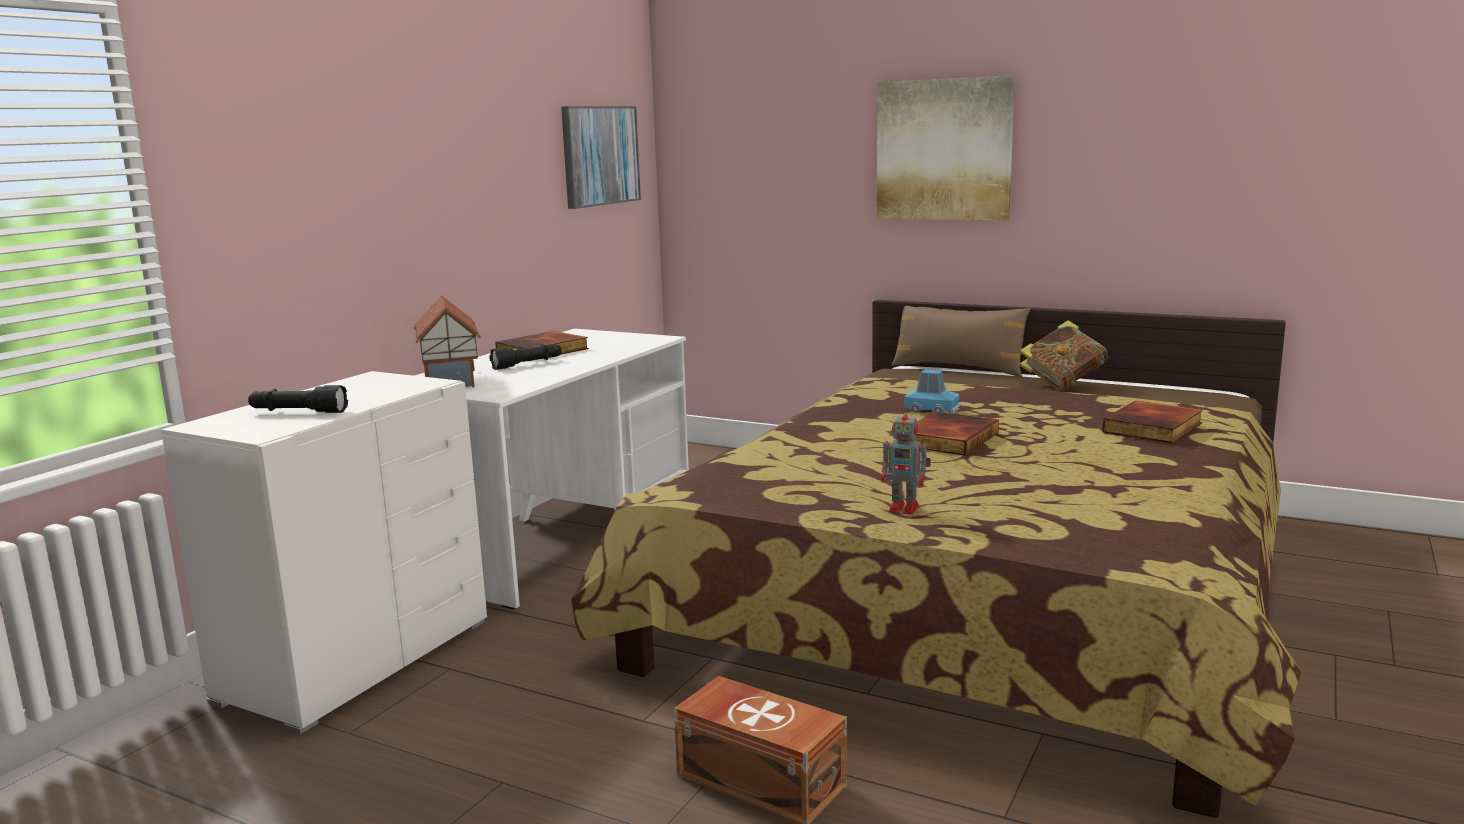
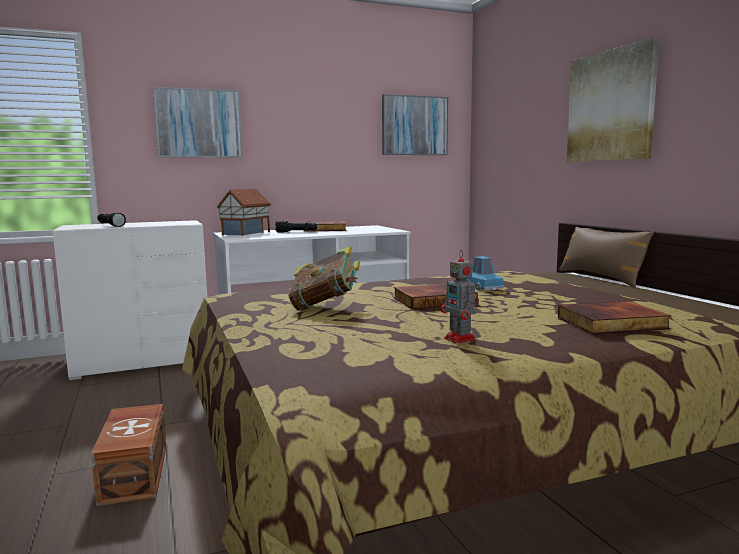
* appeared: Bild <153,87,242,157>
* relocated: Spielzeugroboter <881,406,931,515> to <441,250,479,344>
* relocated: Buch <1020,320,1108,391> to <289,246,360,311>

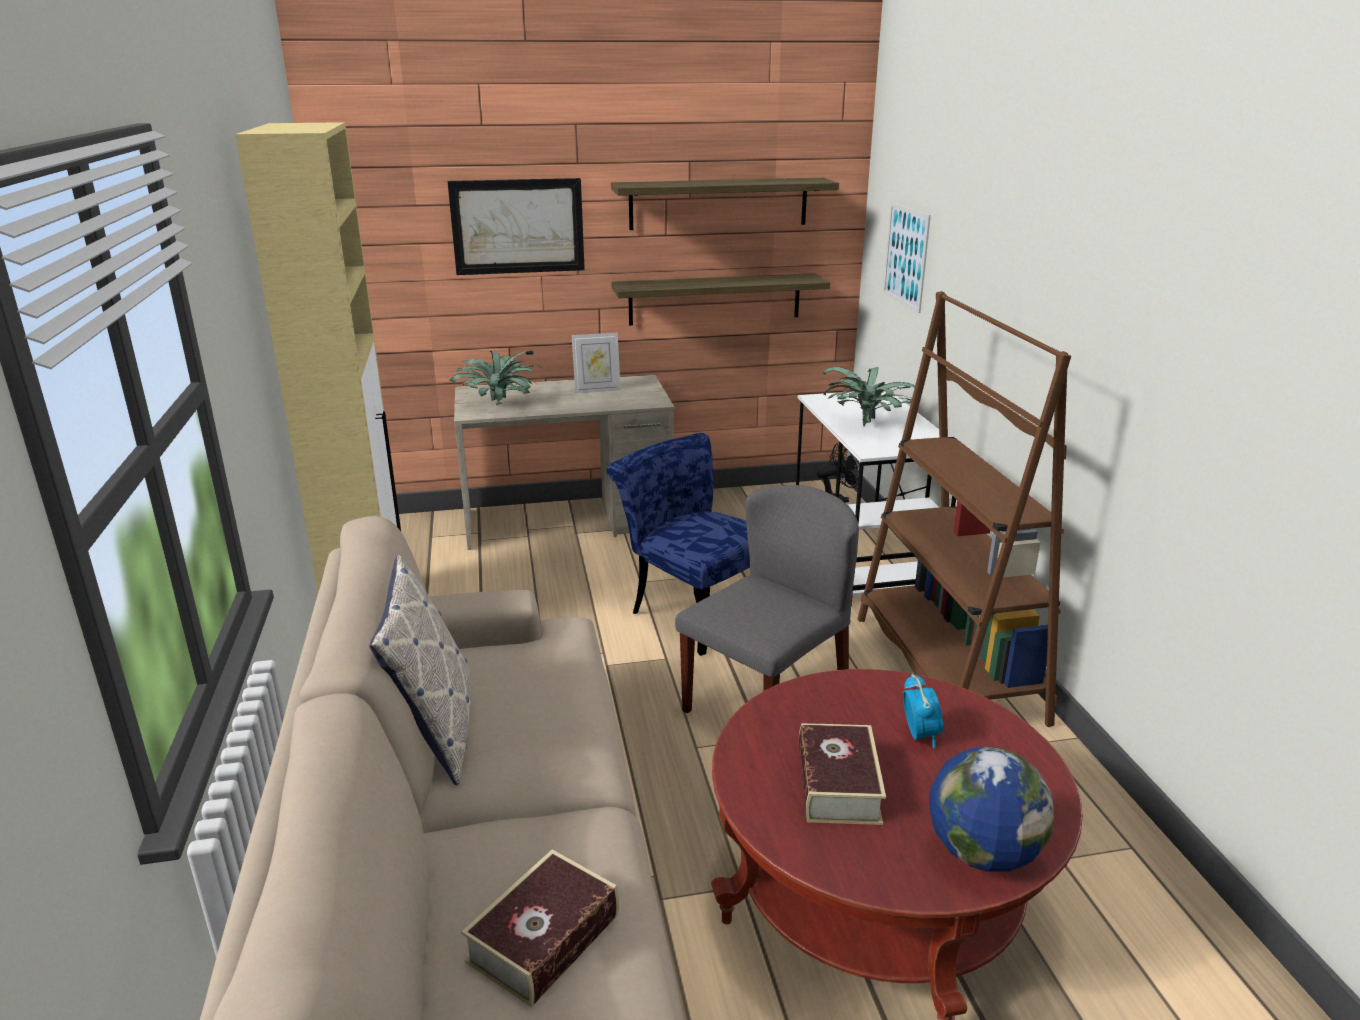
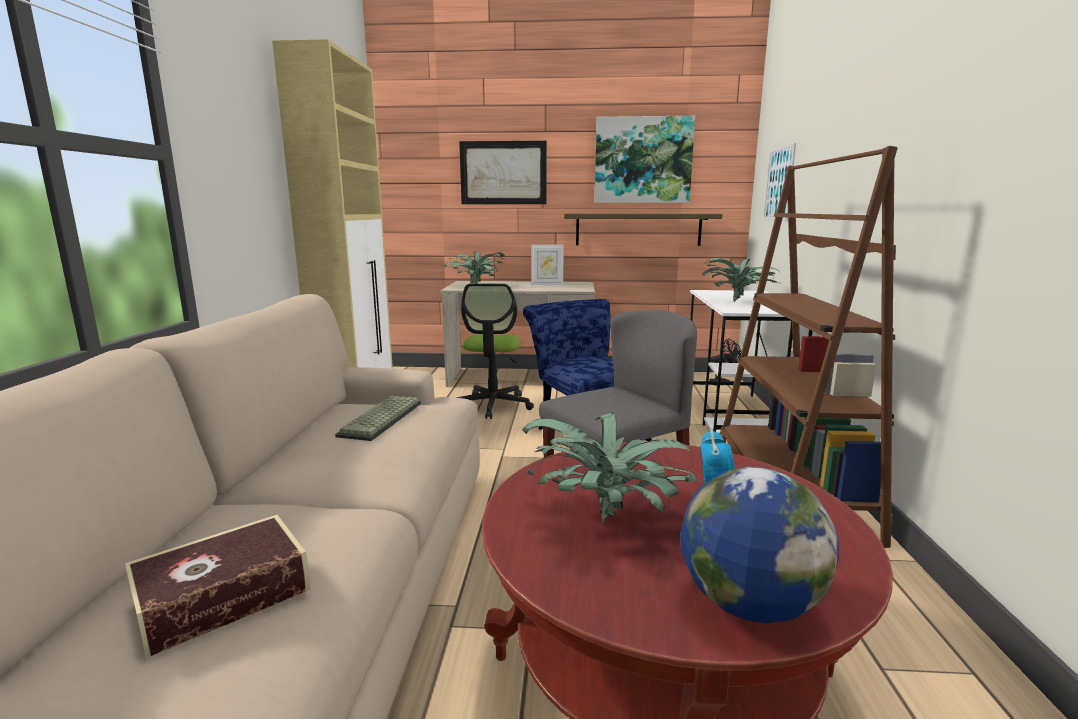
* missing: Kissen <369,555,472,785>
* appeared: Tastatur <335,396,421,441>
* appeared: Bürostuhl <456,284,534,419>
* exchanged: Wandregal <611,178,839,230> to Bild <594,116,695,203>
* exchanged: Buch <799,723,886,825> to Topfpflanze <522,413,700,524>

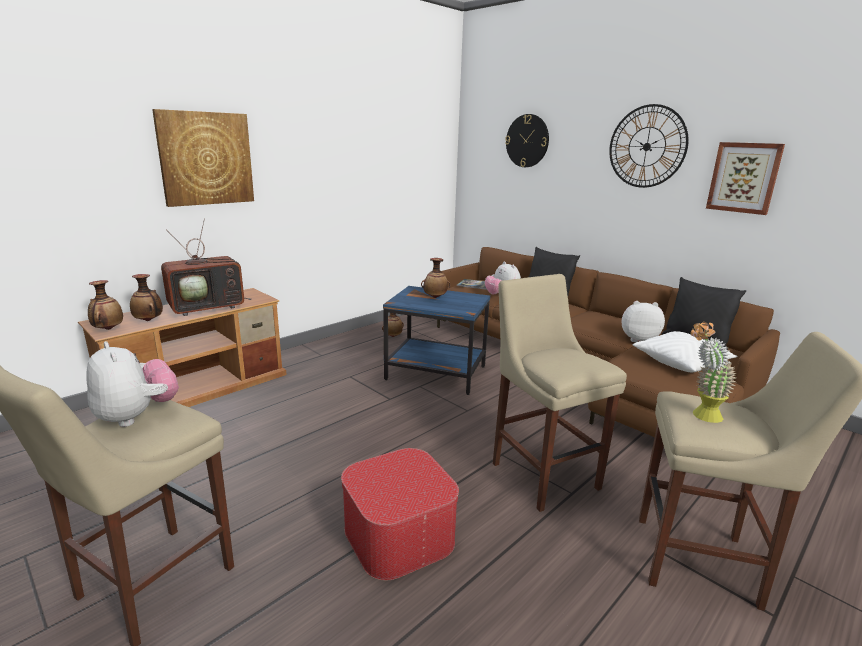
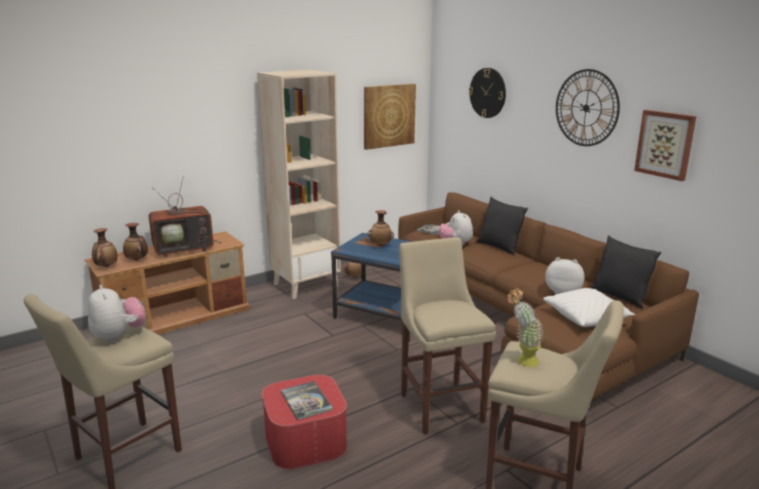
* appeared: Bücherregal (beige) <257,70,341,299>
* appeared: Buch <281,381,333,420>
* relocated: Bild <152,109,254,207> to <364,84,416,150>

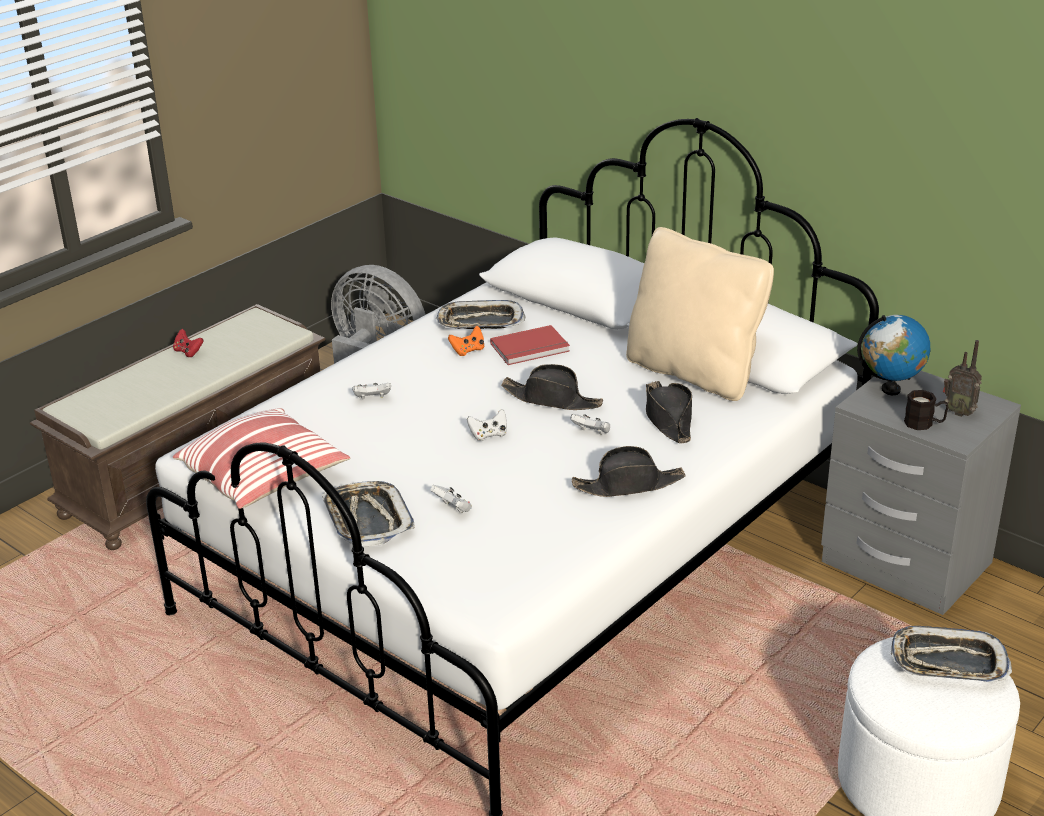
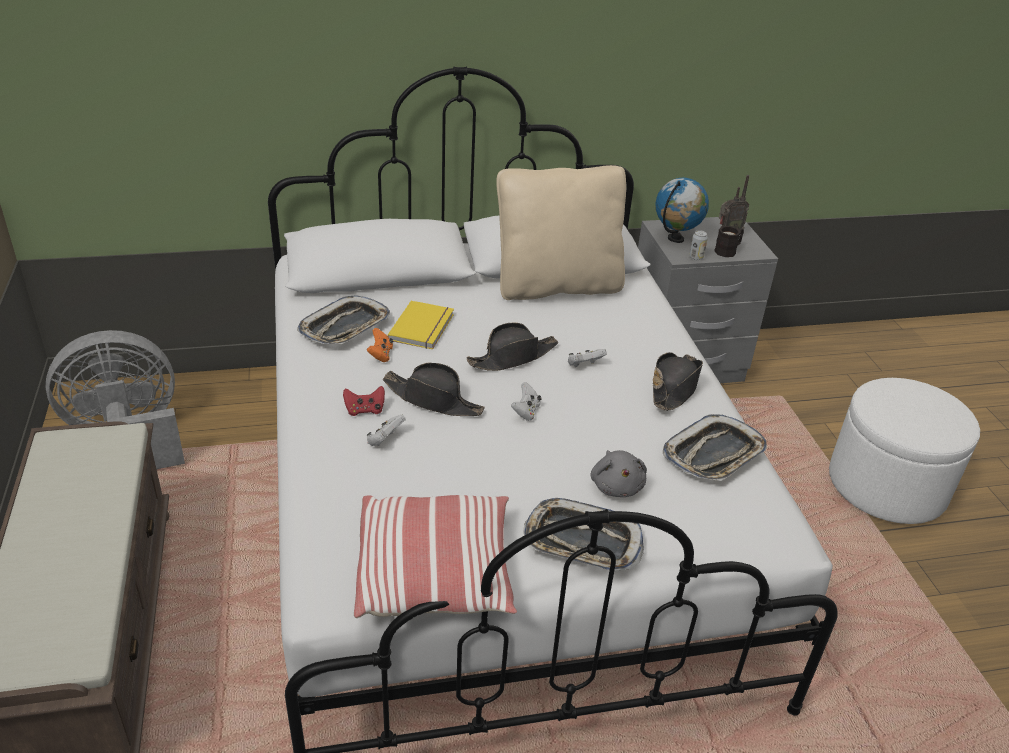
* appeared: Dose <689,230,708,260>
* relocated: Gamepad (rot) <173,329,203,357> to <343,386,385,416>
* relocated: Hut (schwarz) <646,381,692,443> to <382,363,485,416>
* relocated: Tablett <891,626,1012,683> to <663,414,767,481>
* exchanged: Gamepad (weiß) <431,485,472,513> to Plüschtier (grau) <591,450,647,497>
* colour: Buch (rot) <490,325,570,365> to Buch (gelb) <387,301,454,349>

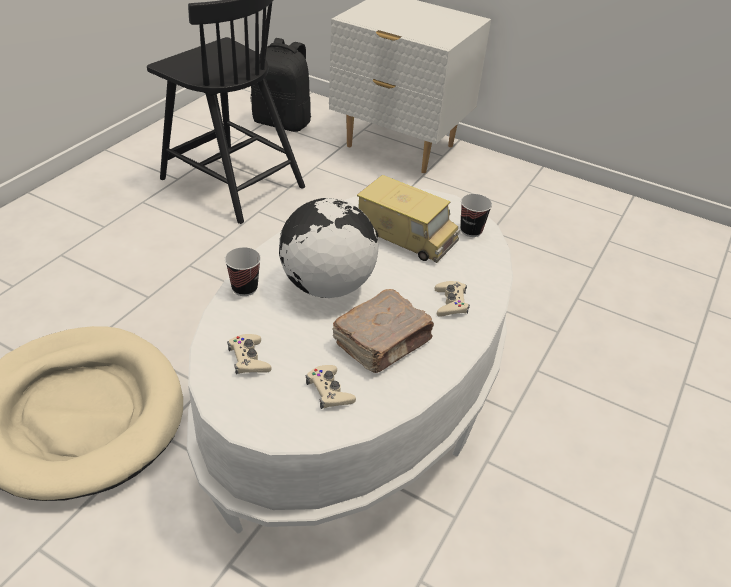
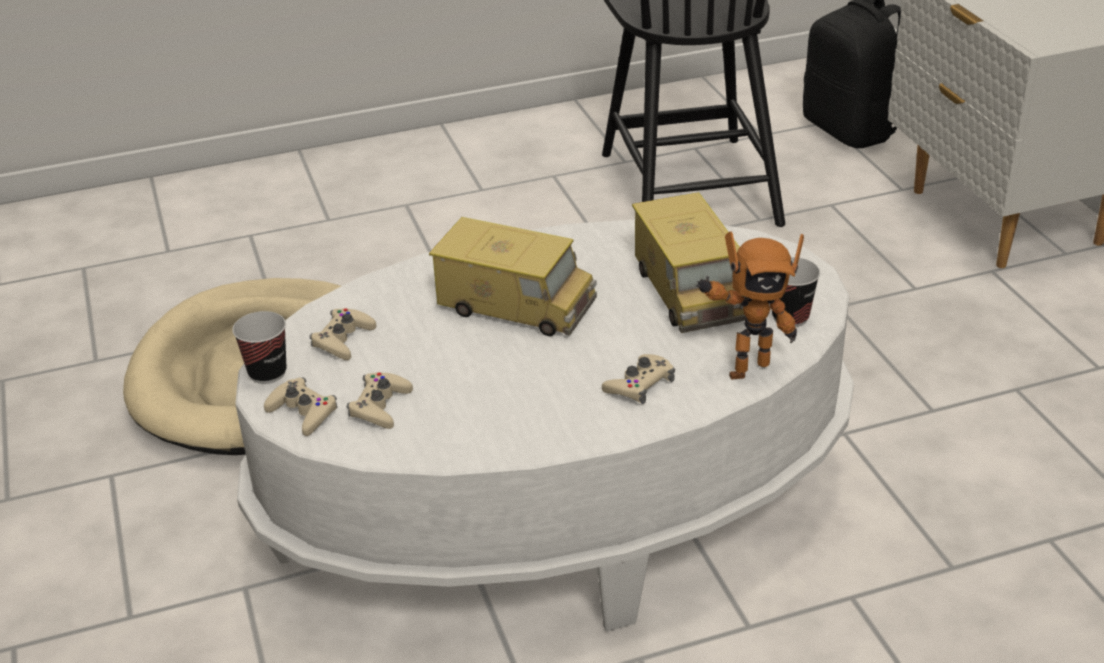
* missing: Buch (braun) <332,289,434,373>
* appeared: Gamepad (beige) <264,377,337,436>
* appeared: Spielzeugroboter <696,232,804,380>
* relocated: Tasse <225,247,261,296> to <232,311,287,384>
* exchanged: Globus <279,198,378,298> to Spielzeuglaster <429,217,597,336>

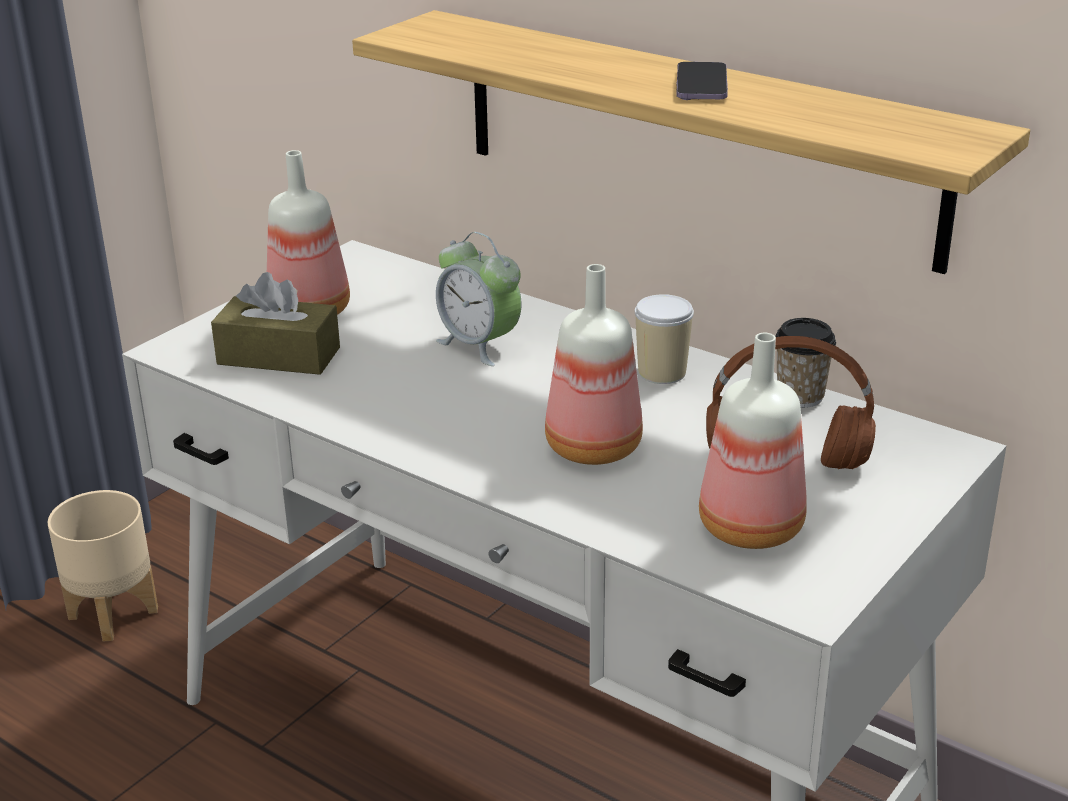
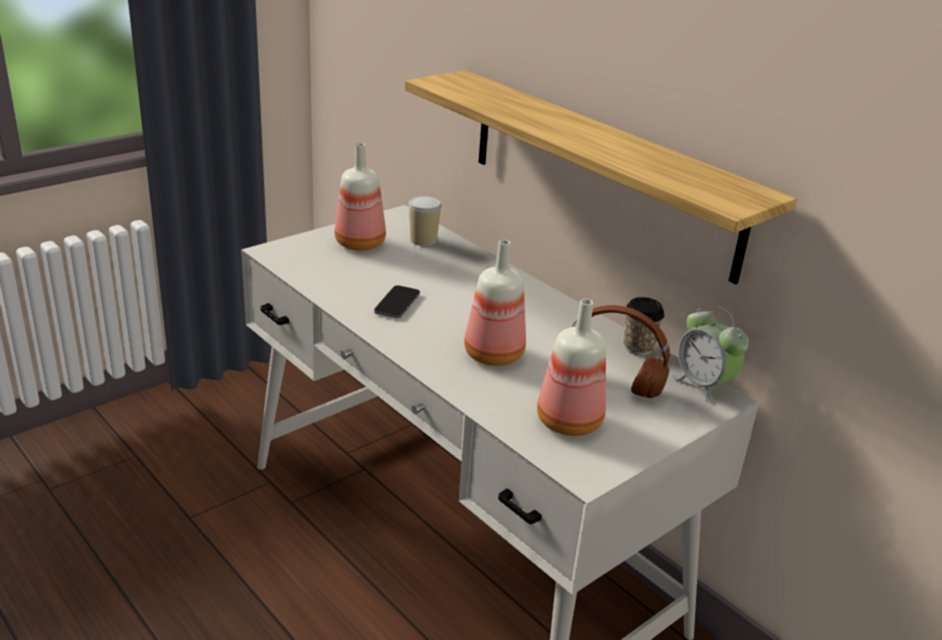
* missing: Pflanzkübel (beige) <48,490,158,642>
* missing: Taschentuchbox (braun) <211,272,340,375>
* relocated: Wecker <436,232,521,366> to <672,307,749,406>
* relocated: Tasse <635,294,694,384> to <409,196,441,246>
* relocated: Handy <676,62,728,100> to <374,285,420,318>

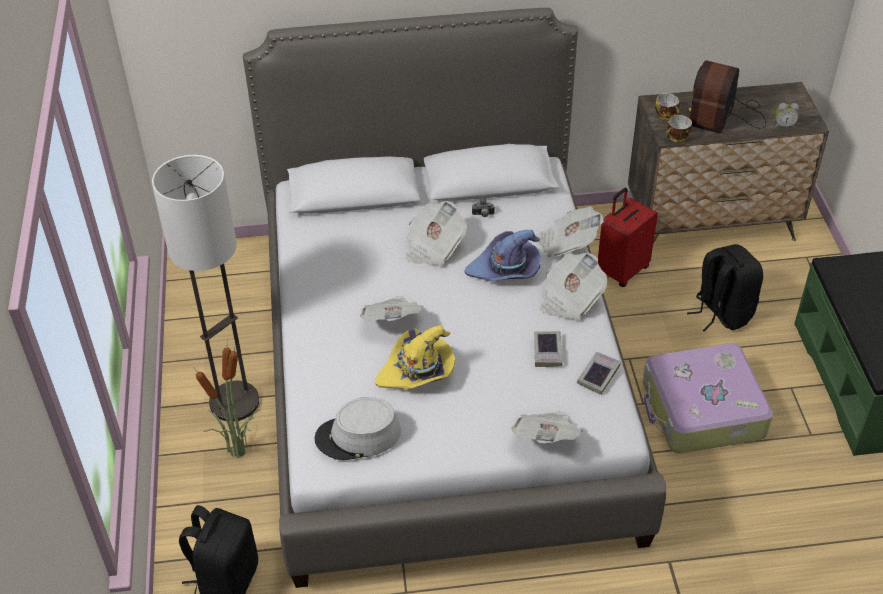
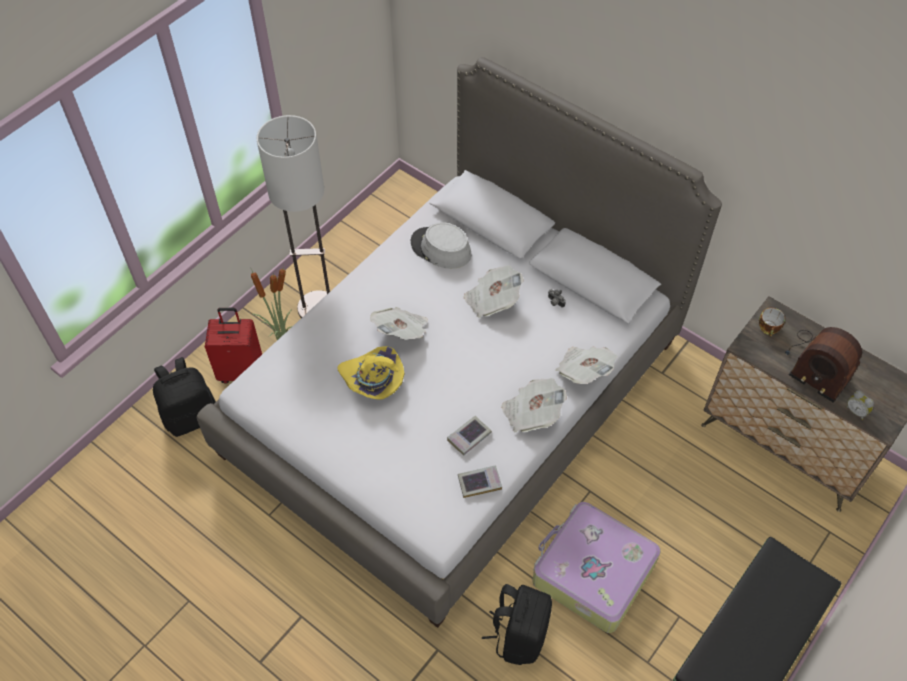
* missing: Hut (lila) <464,230,541,281>
* missing: Zeitung <511,411,583,443>
* missing: Tasse <666,115,692,142>
* relocated: Hut (grau) <315,397,401,460> to <411,222,471,269>
* relocated: Koffer (rot) <598,188,658,287> to <205,308,262,384>
* relocated: Rucksack (schwarz) <687,244,763,332> to <482,584,552,665>
* spun: Radio <688,60,766,134> = <785,327,862,403> 120 degrees counterclockwise

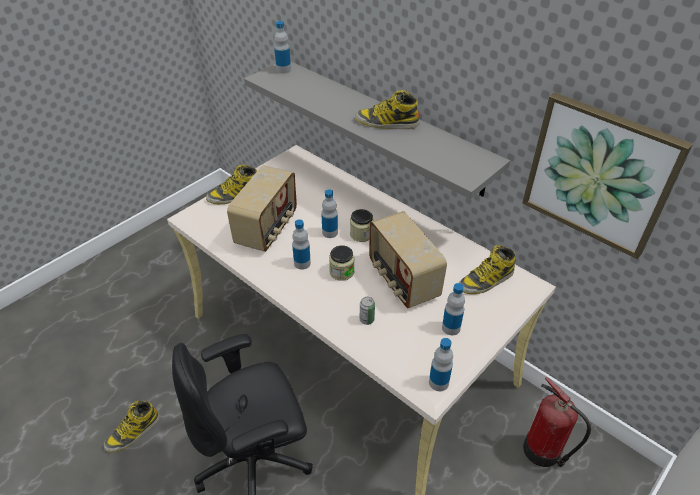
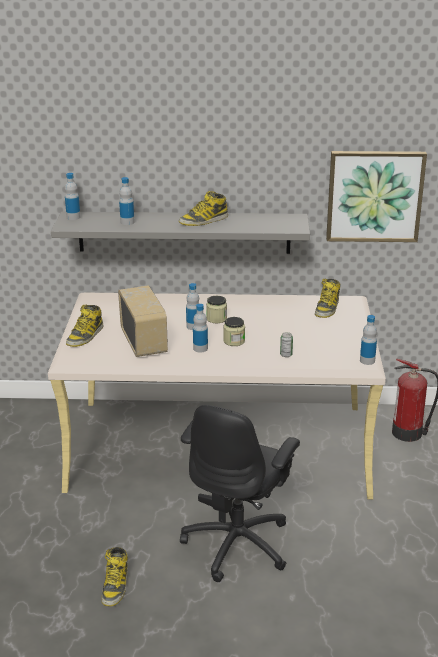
* missing: Radio <369,211,447,308>
* relocated: Flasche <442,283,465,335> to <119,177,135,225>

